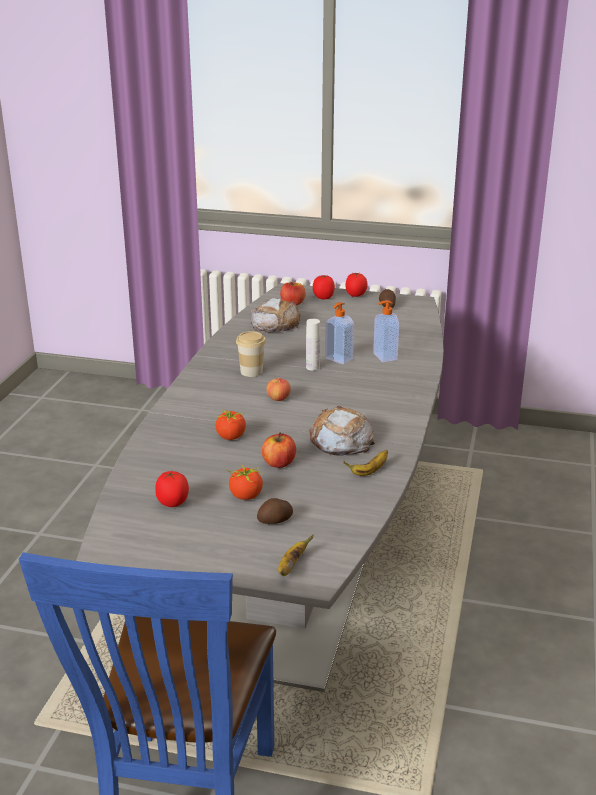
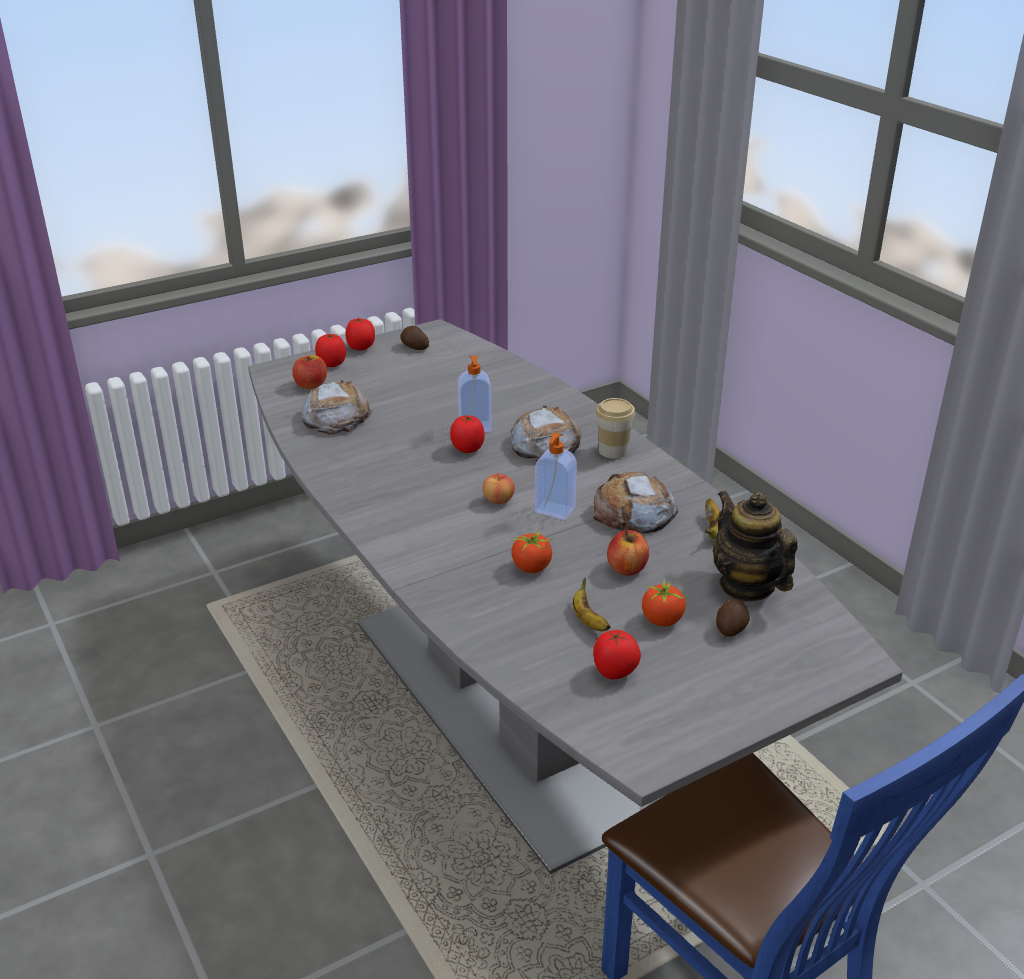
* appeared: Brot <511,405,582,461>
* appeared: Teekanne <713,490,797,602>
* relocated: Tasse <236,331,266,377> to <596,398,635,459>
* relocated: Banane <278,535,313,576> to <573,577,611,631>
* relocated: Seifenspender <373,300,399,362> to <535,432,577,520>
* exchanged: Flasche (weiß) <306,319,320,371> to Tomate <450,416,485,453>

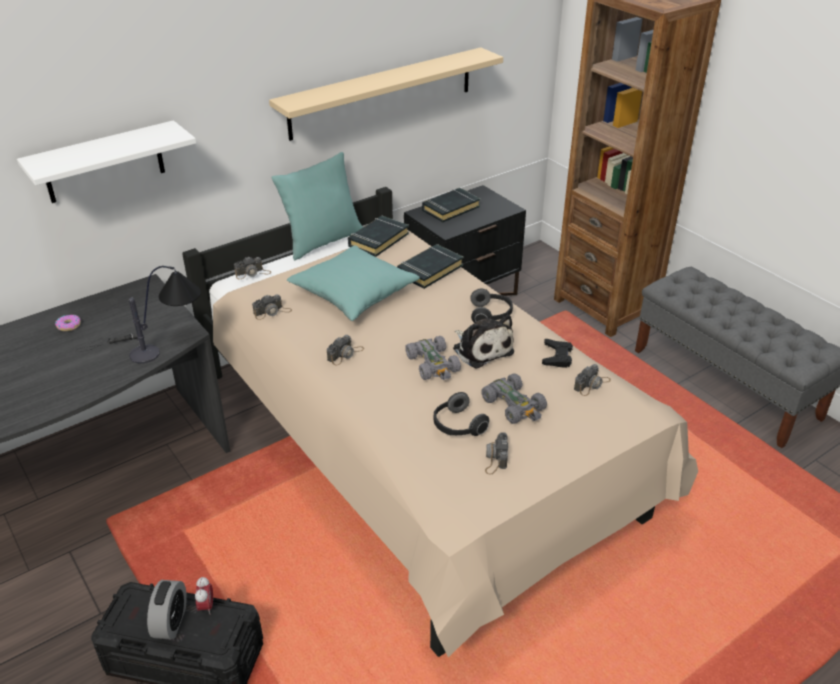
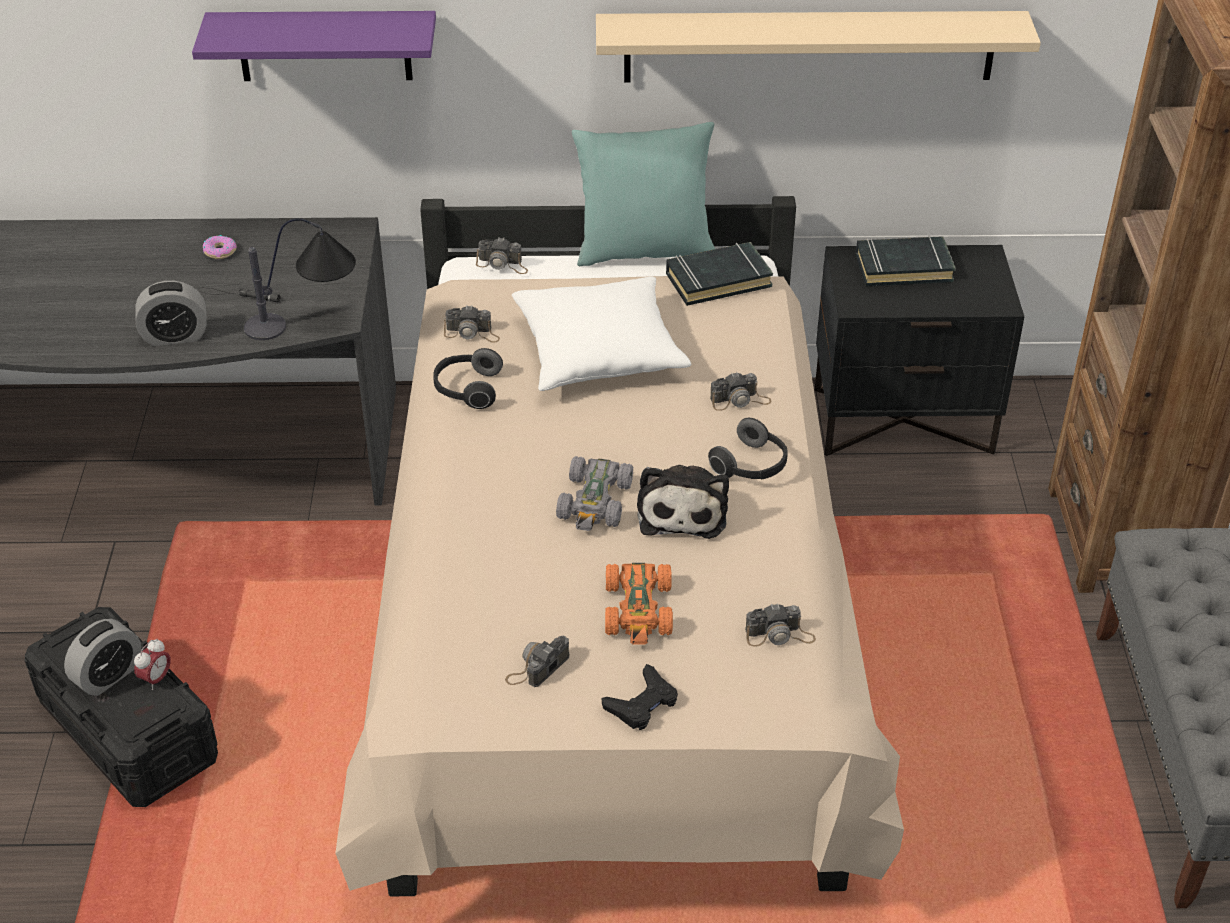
* missing: Buch (schwarz) <397,244,463,289>
* appeared: Wecker <135,281,207,346>
* relocated: Kamera <327,335,364,365> to <710,372,772,411>
* relocated: Kopfhörer <433,392,489,436> to <434,348,503,409>
* relocated: Gamepad (schwarz) <542,339,573,368> to <602,664,678,730>
* colour: Wandregal (weiß) <17,120,196,203> to Wandregal (lila) <192,11,436,81>
* colour: Kissen (türkis) <287,245,420,321> to Kissen (weiß) <512,277,691,391>
* colour: Spielzeugauto (grau) <482,373,547,424> to Spielzeugauto (orange) <605,563,673,644>

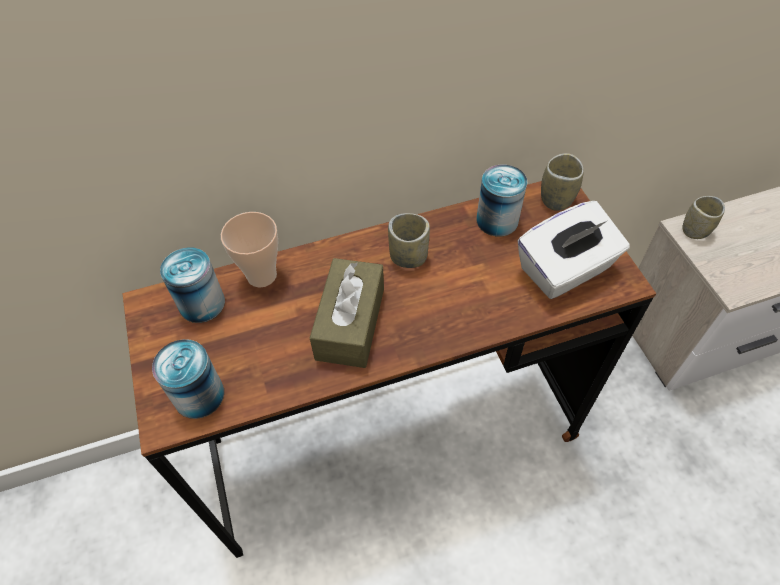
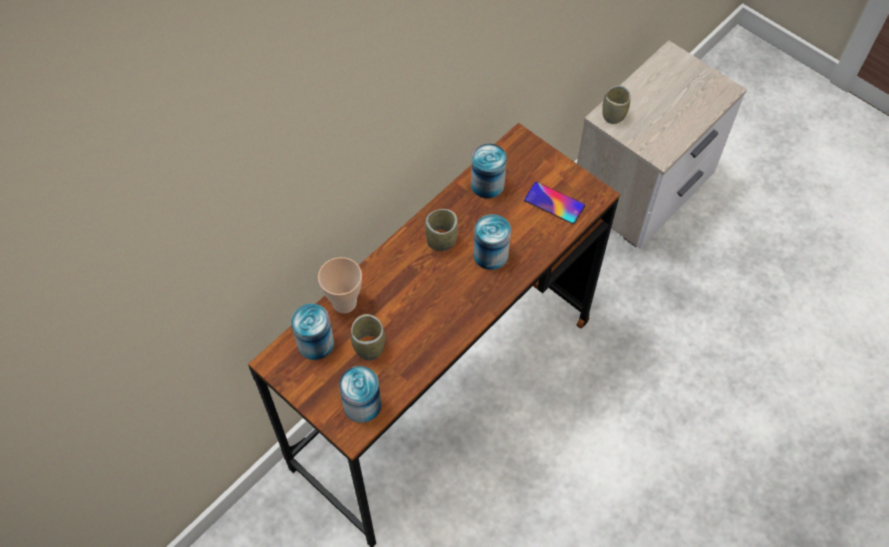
* missing: Taschentuchbox (braun) <310,258,384,368>
* appeared: Dose <473,214,511,270>
* relocated: Tasse <541,153,584,211> to <351,314,385,361>
* exchanged: Taschentuchbox (weiß) <518,201,630,299> to Handy <524,182,585,224>

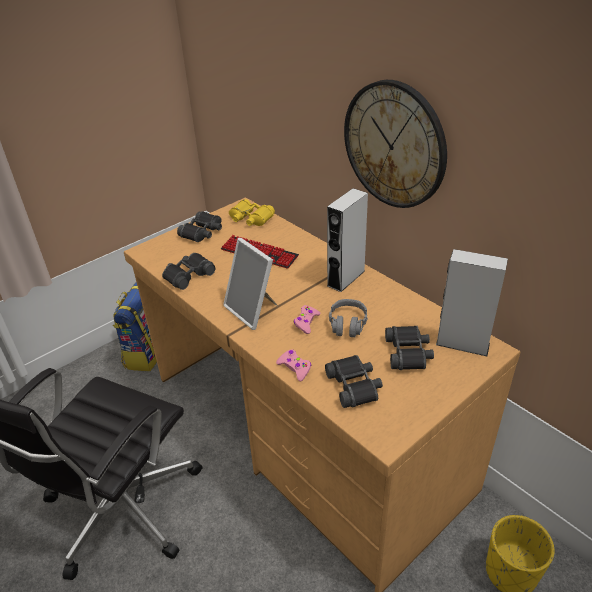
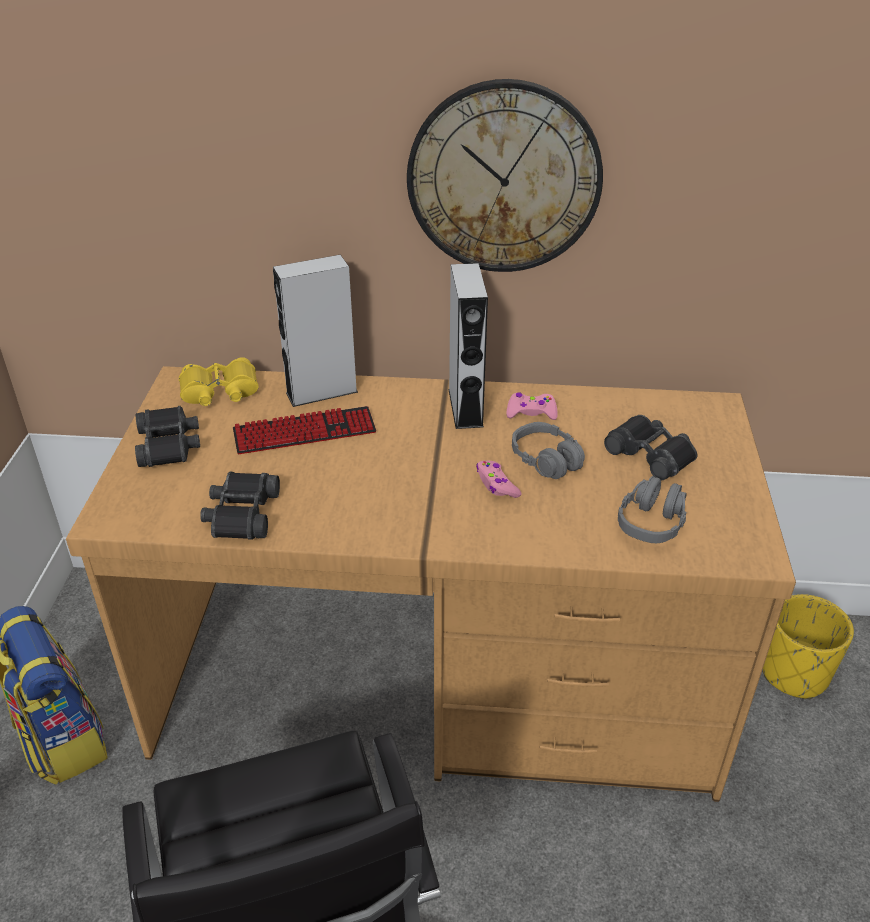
* missing: Bilderrahmen <223,238,278,330>
* relocated: Gamepad (rosa) <276,350,311,382> to <507,393,558,420>
* relocated: Lautsprecher (grau) <436,249,508,356> to <273,255,358,407>
* exchanged: Fernglas (schwarz) <325,355,383,408> to Kopfhörer (grau) <618,476,687,543>

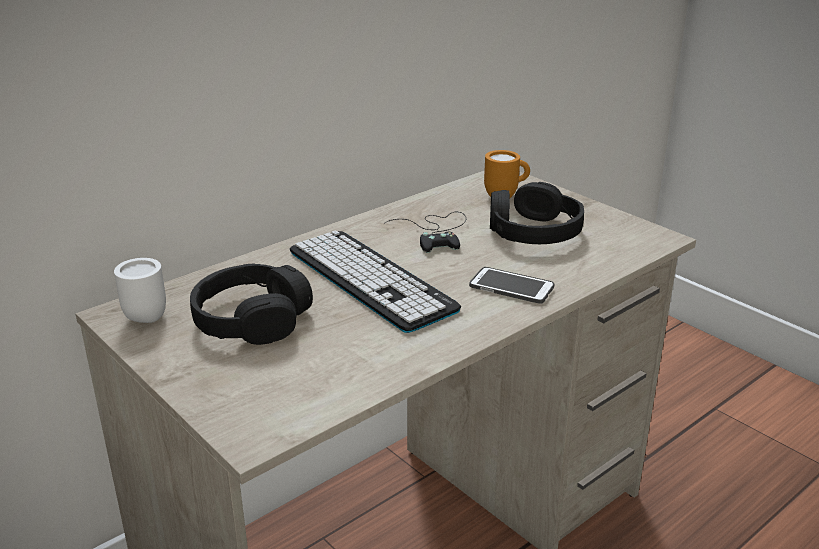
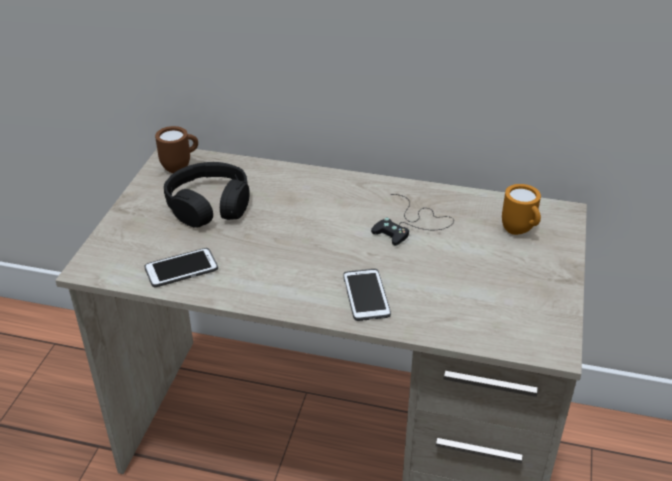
* missing: Tastatur <290,230,462,333>
* missing: Kopfhörer (schwarz) <490,182,584,244>
* appeared: Handy <145,248,218,287>
* colour: Henkelbecher (weiß) <114,258,166,323> to Henkelbecher (braun) <155,126,198,173>

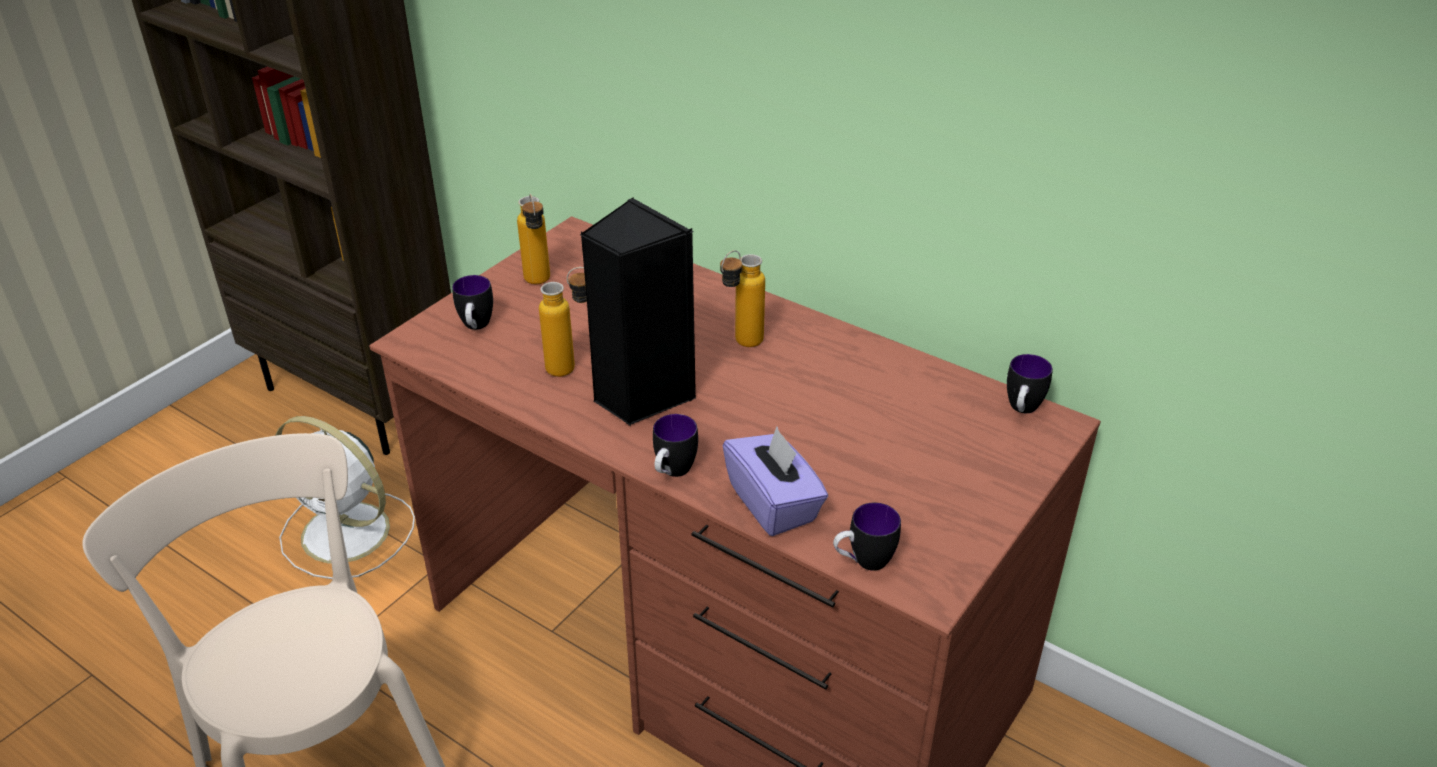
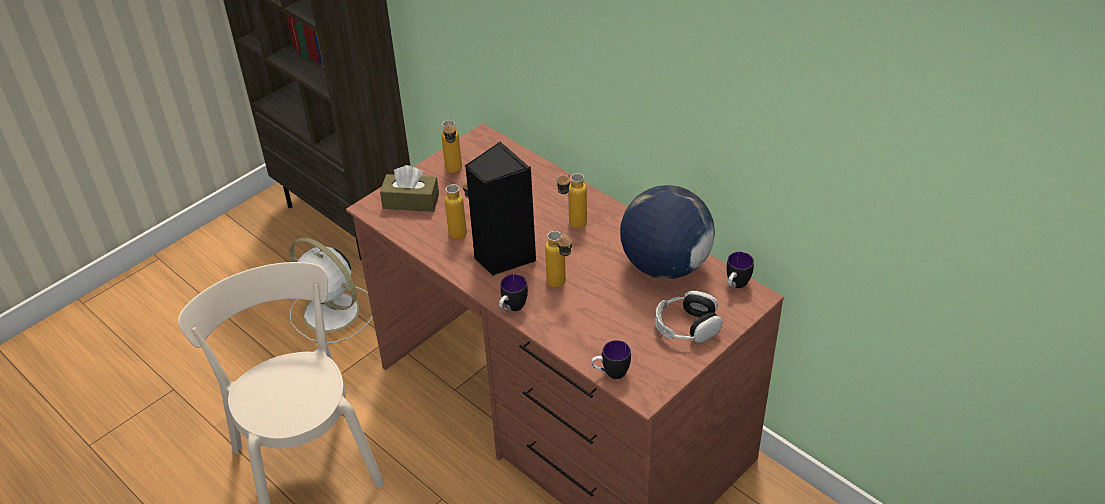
* missing: Taschentuchbox (lila) <723,427,828,536>
* appeared: Flasche <545,231,572,288>
* appeared: Globus <620,185,715,279>
* appeared: Kopfhörer <655,291,722,343>
* exchanged: Henkelbecher <452,275,493,330> to Taschentuchbox (braun) <380,165,439,212>

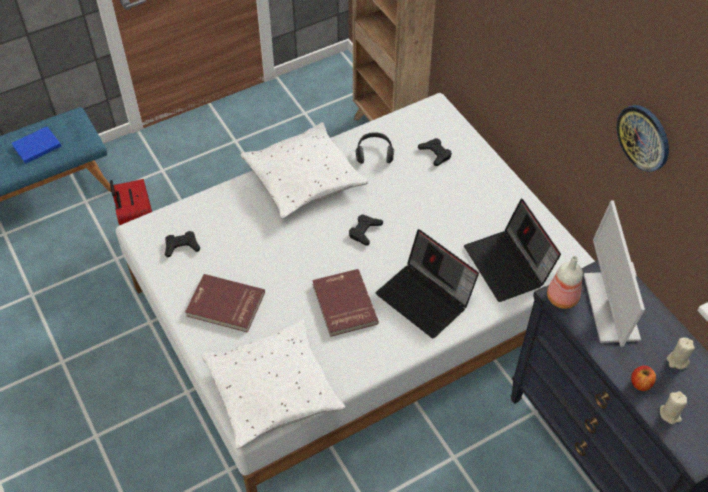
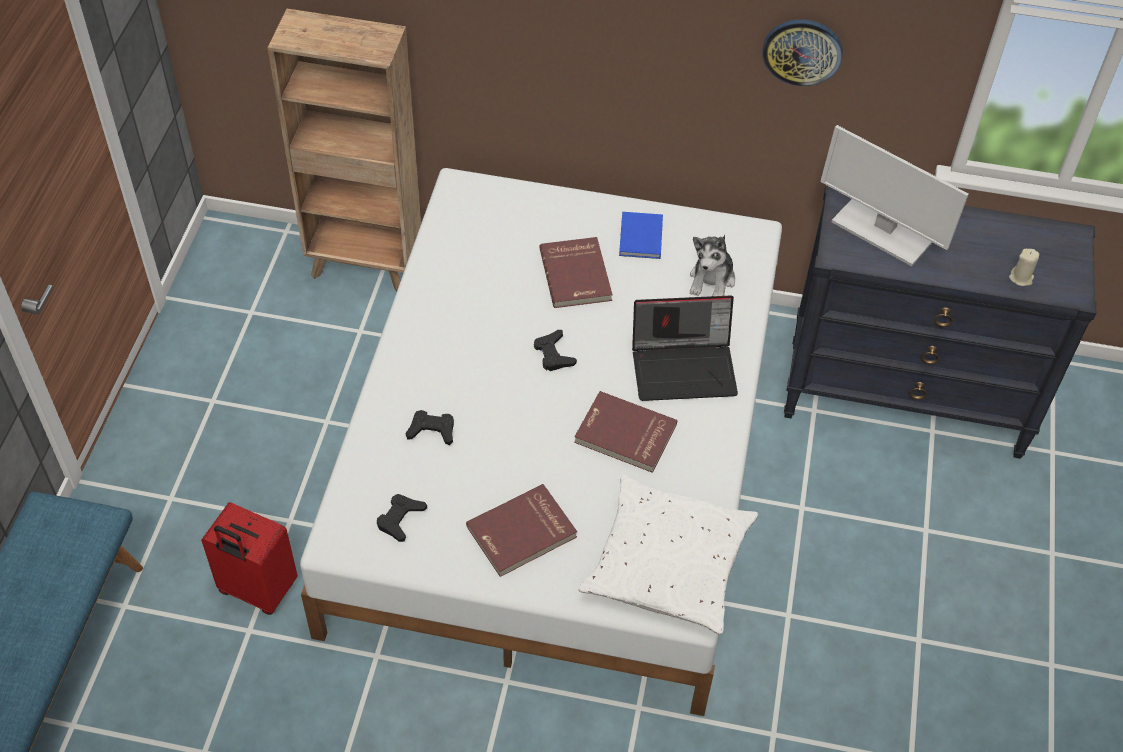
* missing: Kissen (weiß) <241,122,368,219>
* missing: Kopfhörer <356,132,394,164>
* missing: Flasche <547,256,583,309>
* missing: Apfel <631,366,656,391>
* missing: Kerze (beige) <667,337,695,369>
* appeared: Buch (rot) <539,237,613,308>
* relocated: Buch (blau) <11,126,61,164> to <619,212,663,259>
* relocated: Gamepad (schwarz) <418,138,452,166> to <406,410,454,445>
* exchanged: Laptop <464,199,561,302> to Plüschtier <690,234,735,296>

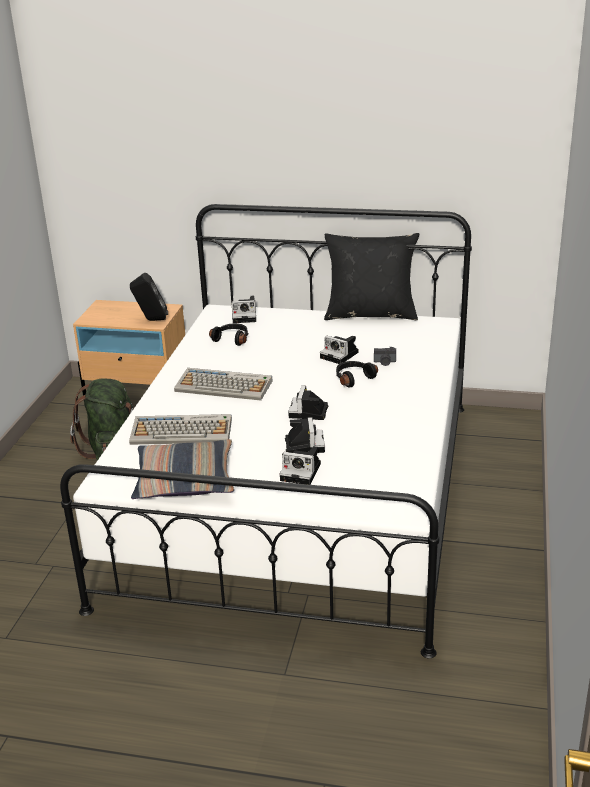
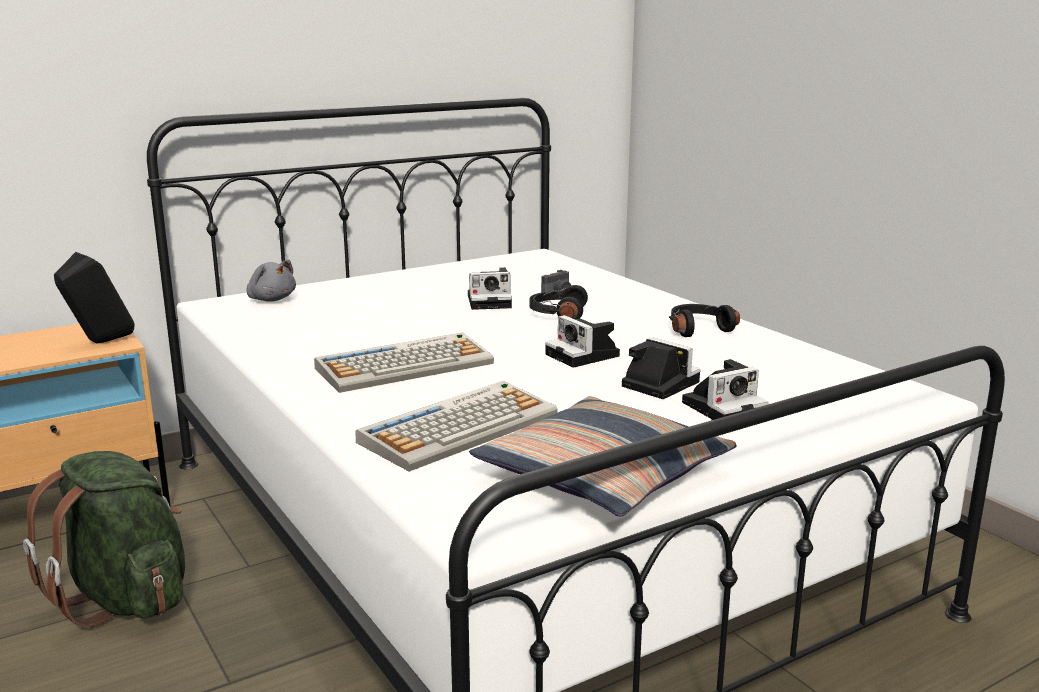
* missing: Kissen (schwarz) <324,233,419,320>
* relocated: Kopfhörer (schwarz) <209,323,249,346> to <669,304,740,337>
* exchanged: Kamera <232,296,256,323> to Plüschtier (grau) <246,259,296,302>

